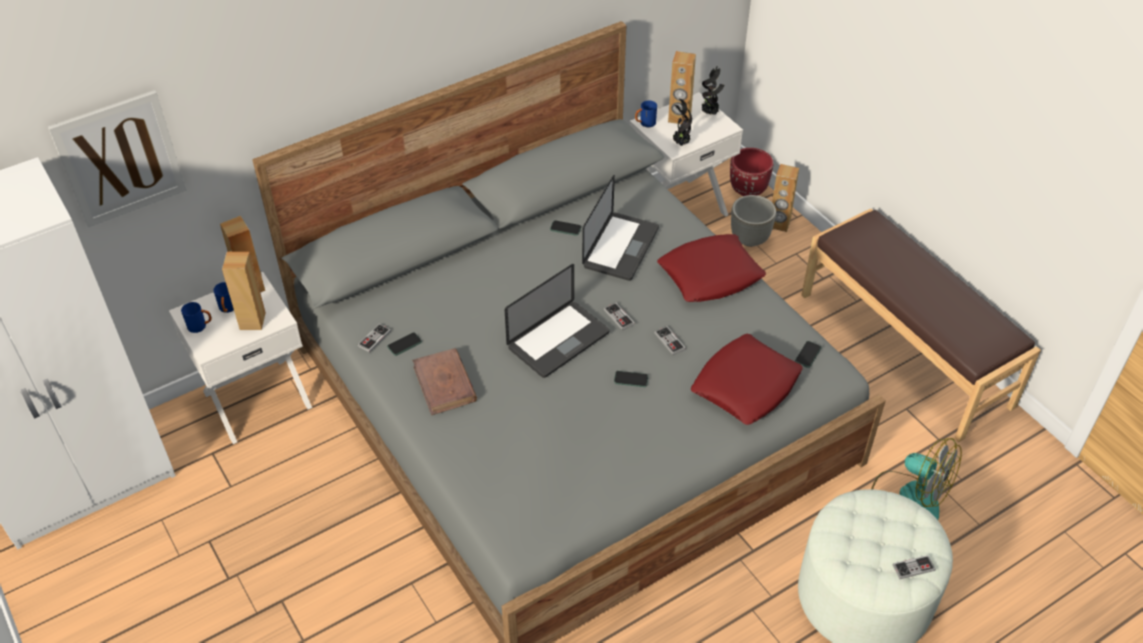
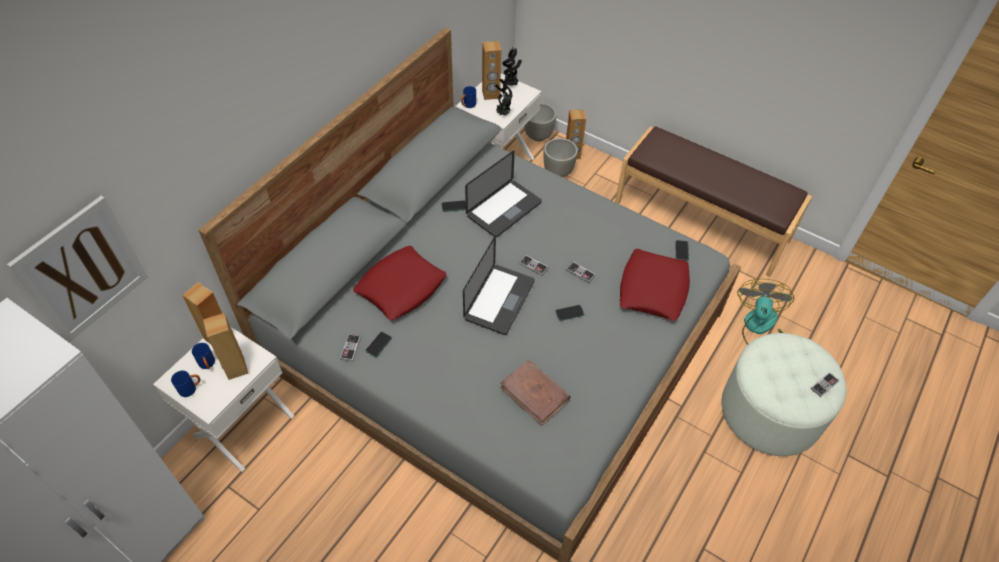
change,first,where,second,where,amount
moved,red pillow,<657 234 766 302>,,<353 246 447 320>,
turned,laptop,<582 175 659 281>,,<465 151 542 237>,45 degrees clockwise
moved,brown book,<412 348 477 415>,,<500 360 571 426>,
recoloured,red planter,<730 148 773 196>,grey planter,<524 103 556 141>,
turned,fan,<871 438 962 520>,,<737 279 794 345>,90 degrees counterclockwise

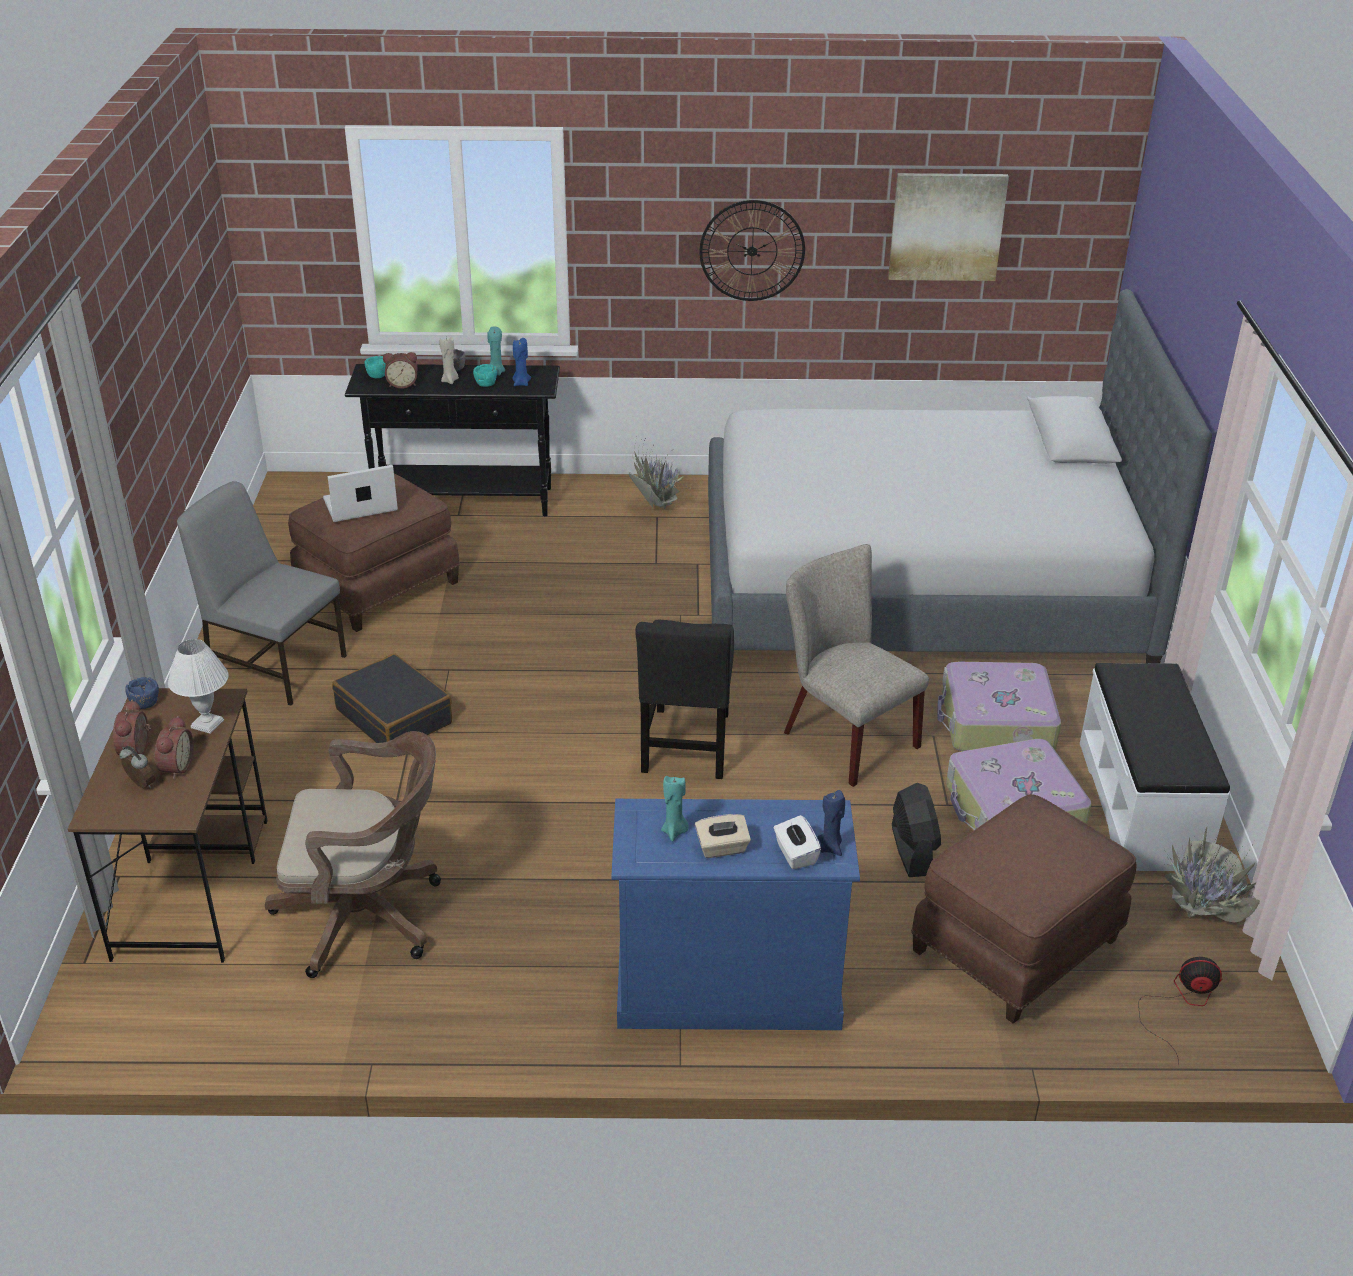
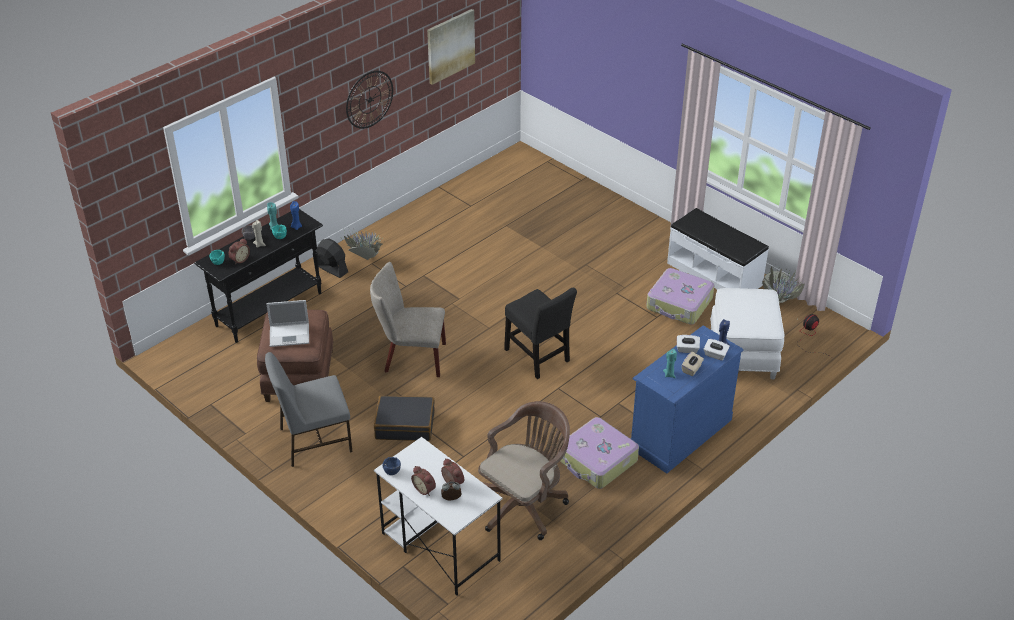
change,first,where,second,where,amount
turned,laptop,<323 465 398 522>,,<266 300 309 347>,120 degrees counterclockwise
moved,black fan,<892 783 941 877>,,<317 238 348 278>,
moved,beige chair,<784 544 929 787>,,<370 262 446 377>,
recoloured,brown desk,<68 688 268 963>,white desk,<374 437 503 596>,
moved,suitcase,<938 662 1061 751>,,<560 417 639 489>,
added,,,white tissue box,<677 335 700 353>,
recoloured,brown ottoman,<911 794 1137 1024>,white ottoman,<710 288 784 379>,
removed,white table lamp,<168 639 229 734>,,,
removed,bed,<708 289 1212 663>,,,

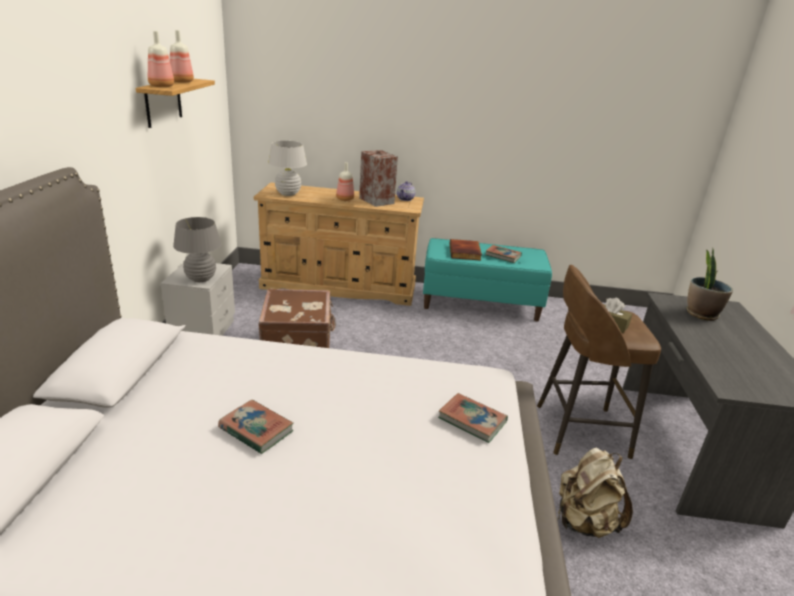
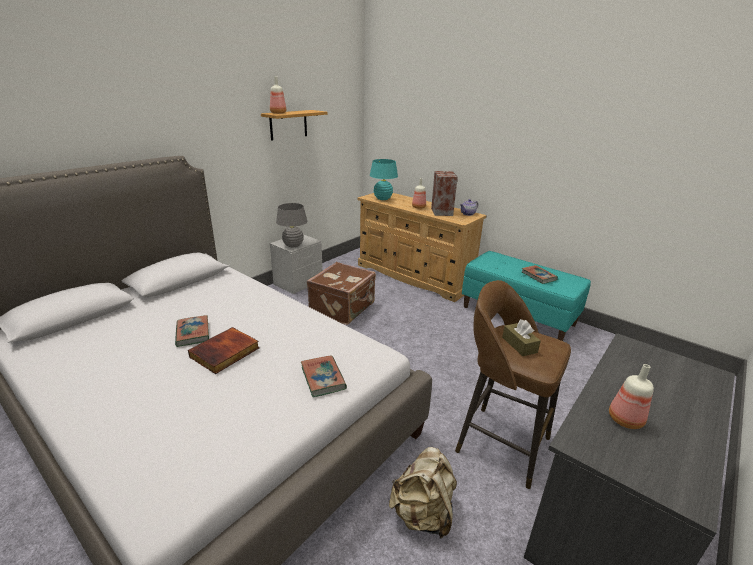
change,first,where,second,where,amount
moved,book,<449 239 482 261>,,<188 327 259 374>,
recoloured,white table lamp,<268 141 307 196>,turquoise table lamp,<370 159 398 200>,
moved,bottle,<170 30 194 83>,,<609 364 654 429>,
removed,potted plant,<687 248 733 321>,,,

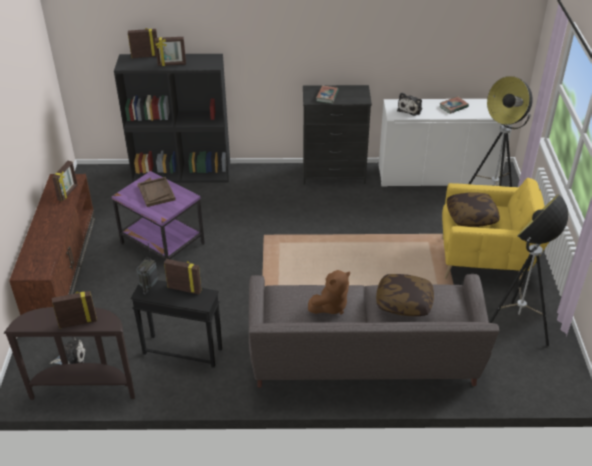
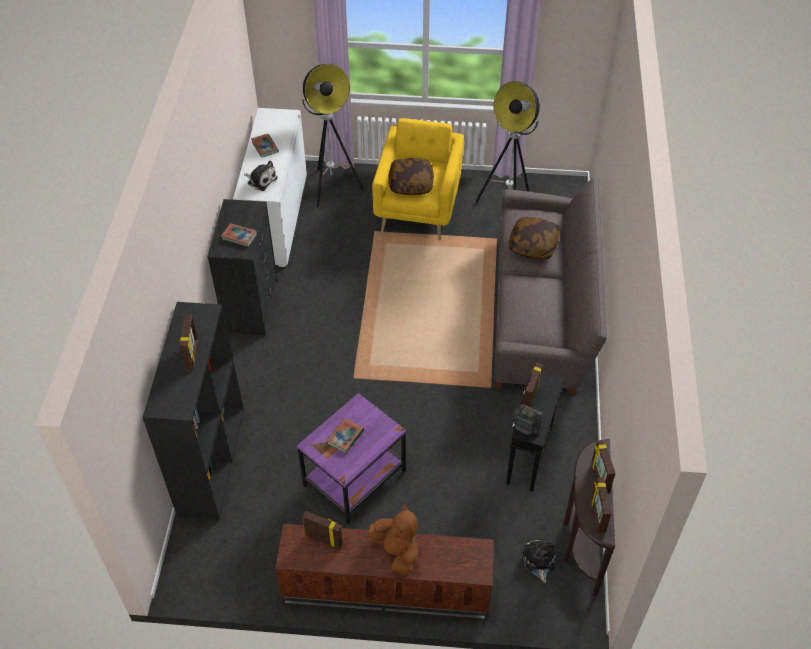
change,first,where,second,where,amount
replaced,brown tray,<138 177 176 207>,book,<327 418 364 453>,
moved,brown plush toy,<308 270 350 314>,,<368 505 418 575>,
moved,picture frame,<128 28 157 58>,,<591 478 612 534>,

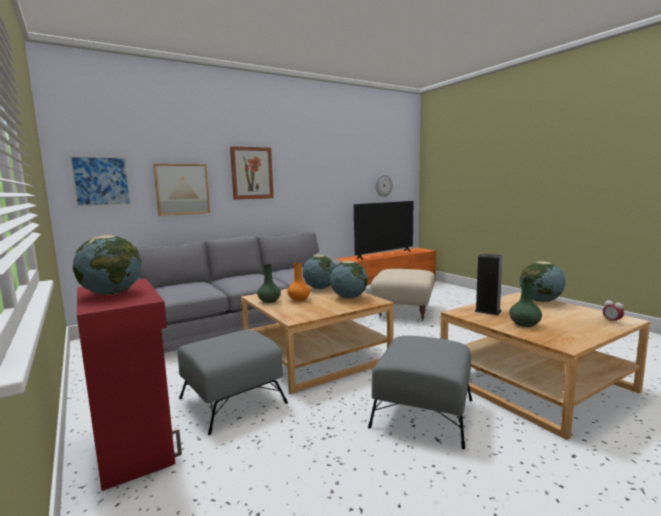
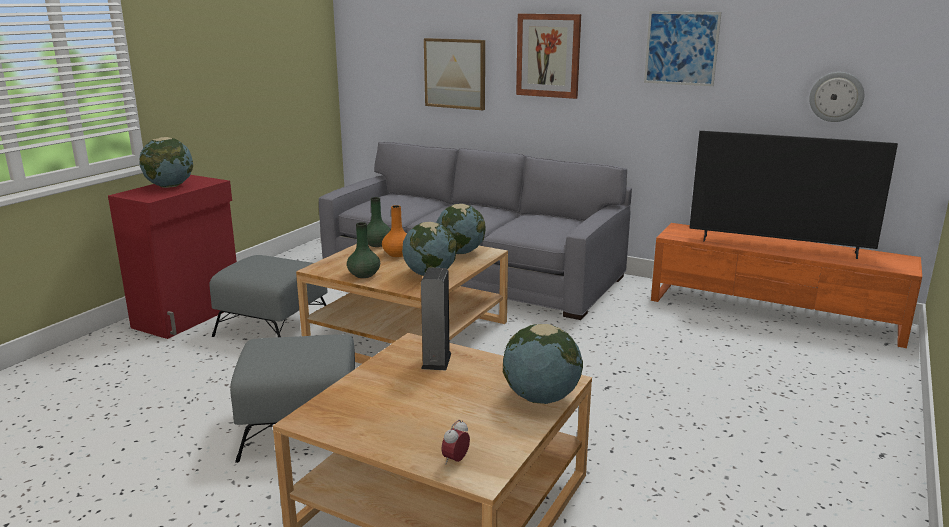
change,first,where,second,where,amount
moved,green vase,<509 277 542 327>,,<347 222 380 278>,
moved,picture,<69 156 131 207>,,<644 11 722 86>,
removed,beige ottoman,<370 269 435 321>,,,

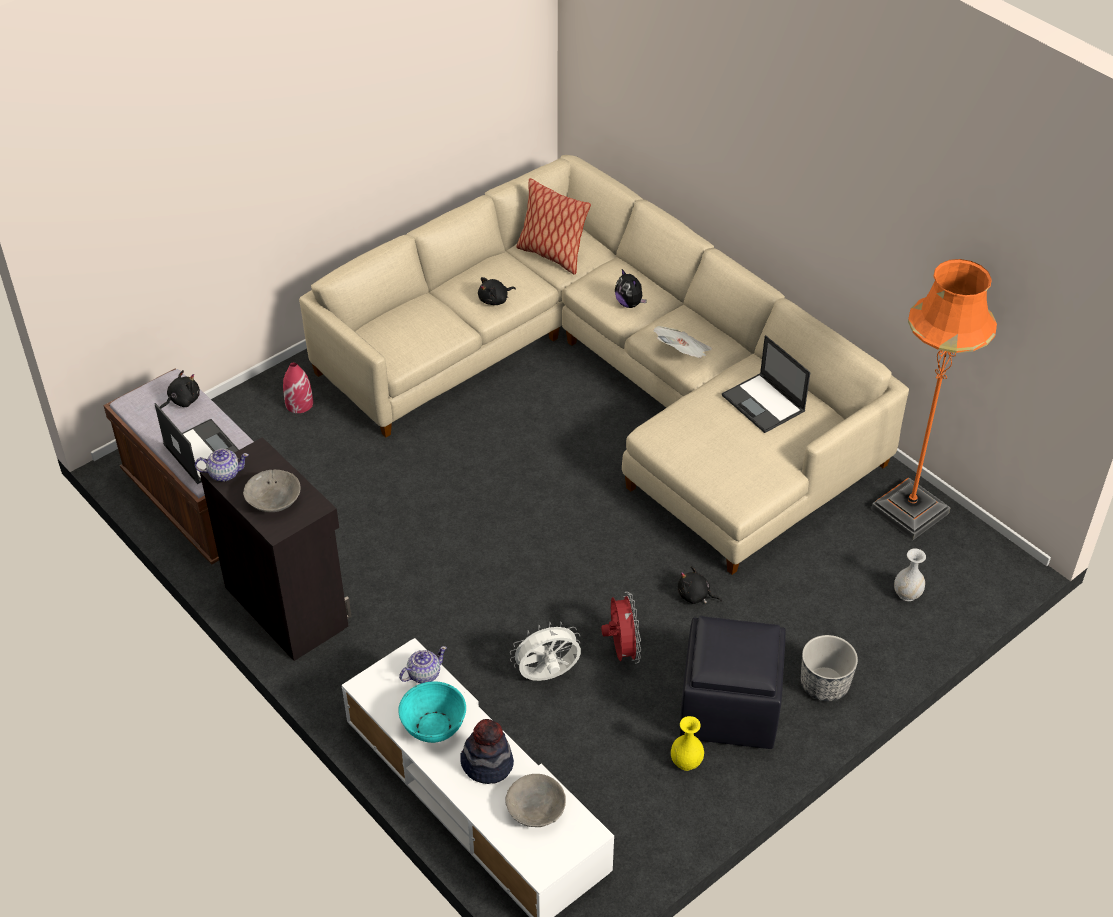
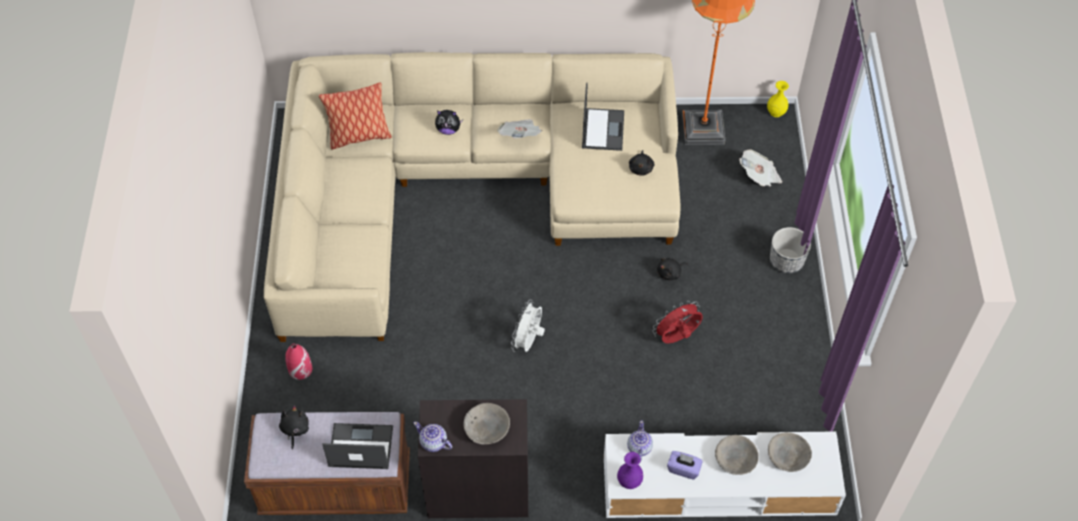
change,first,where,second,where,amount
turned,teapot,<195 449 249 482>,,<414 422 452 452>,90 degrees counterclockwise
moved,white fan,<510 621 581 681>,,<511 300 545 352>,
turned,laptop,<722 335 811 433>,,<582 82 624 151>,90 degrees counterclockwise
added,,,purple vase,<617 452 643 489>,
moved,black plush toy,<478 277 516 305>,,<629 150 654 176>,
turned,red fan,<601 592 641 664>,,<653 300 703 344>,60 degrees counterclockwise
replaced,turquoise bowl,<398 681 466 743>,purple tissue box,<667 451 703 480>,
replaced,hat,<460 719 514 784>,grey bowl,<715 435 759 475>,
replaced,white vase,<894 549 926 601>,newspaper,<739 149 782 187>,
moved,yellow vase,<671 716 704 771>,,<767 81 789 117>,
removed,black ottoman,<680 616 786 749>,,,

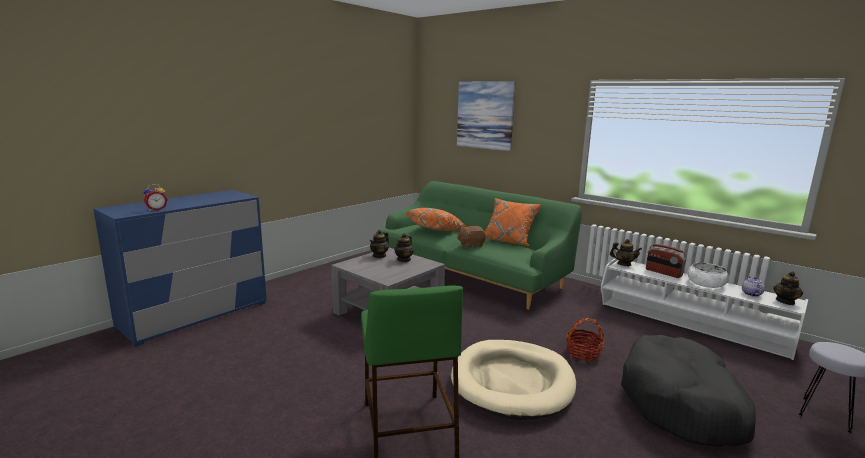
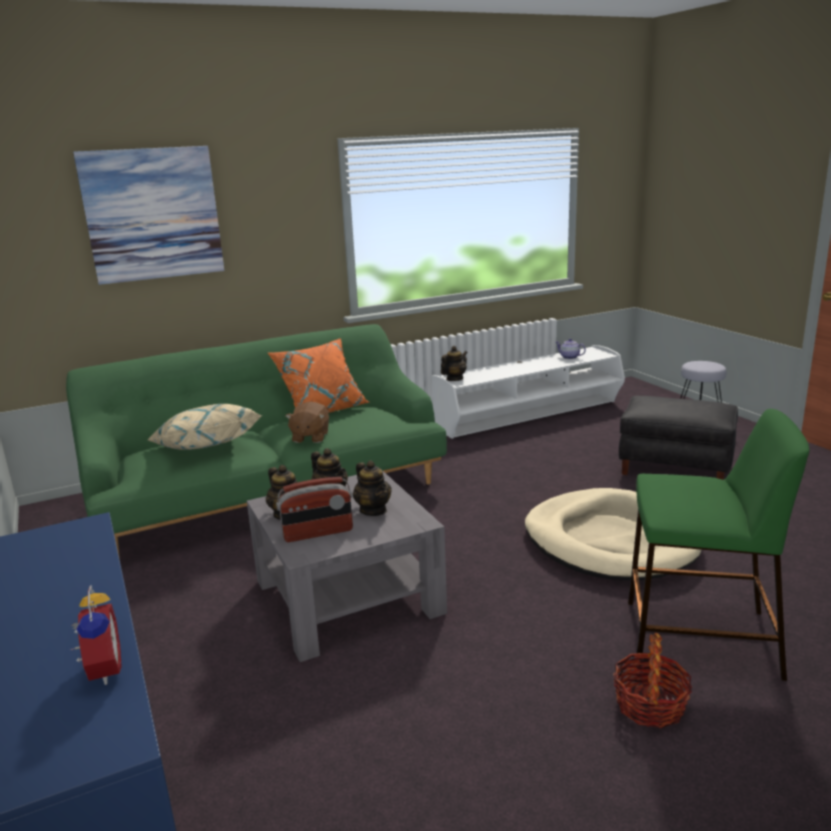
change,first,where,second,where,amount
recoloured,orange pillow,<406 208 467 231>,beige pillow,<148 404 262 450>,
moved,radio,<646 244 686 278>,,<276 477 353 542>,
moved,teapot,<773 271 803 305>,,<353 461 392 516>,
moved,basket,<566 318 604 361>,,<613 633 692 728>,
replaced,black dog bed,<621 335 756 447>,black ottoman,<619 396 738 480>,
removed,white bowl,<687 263 728 288>,,,

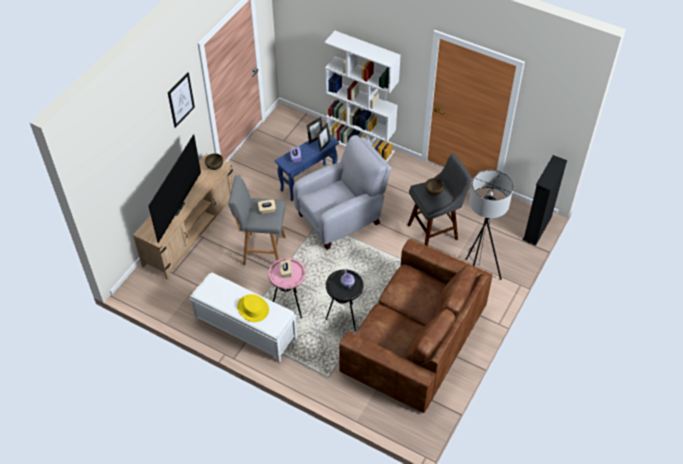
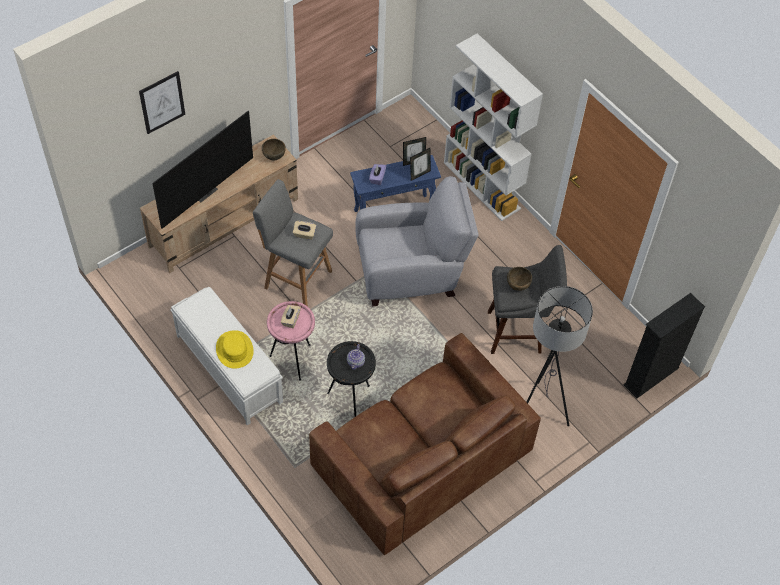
change,first,where,second,where,amount
moved,picture,<168 72 195 128>,,<139 71 185 134>,

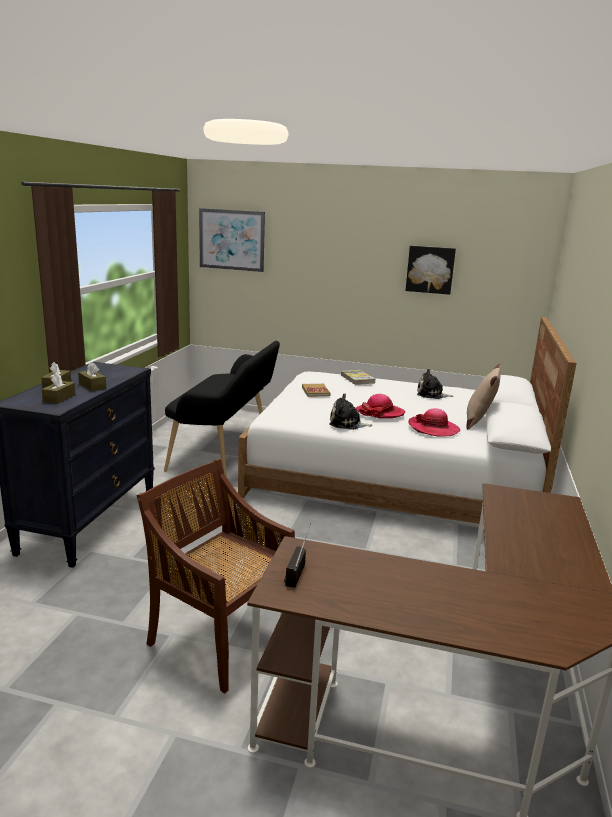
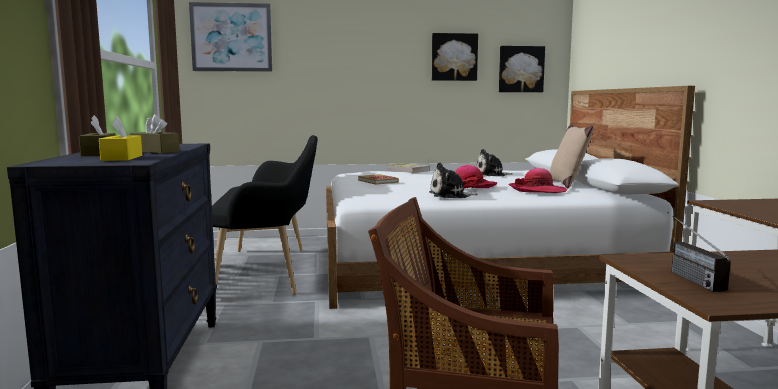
change,first,where,second,where,amount
recoloured,brown tissue box,<42 373 75 404>,yellow tissue box,<99 117 142 161>,
added,,,picture,<499 46 545 92>,

